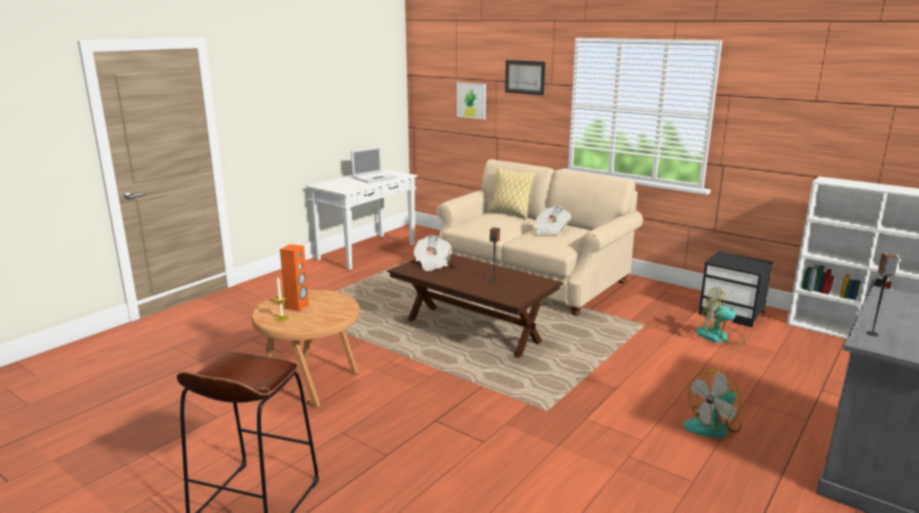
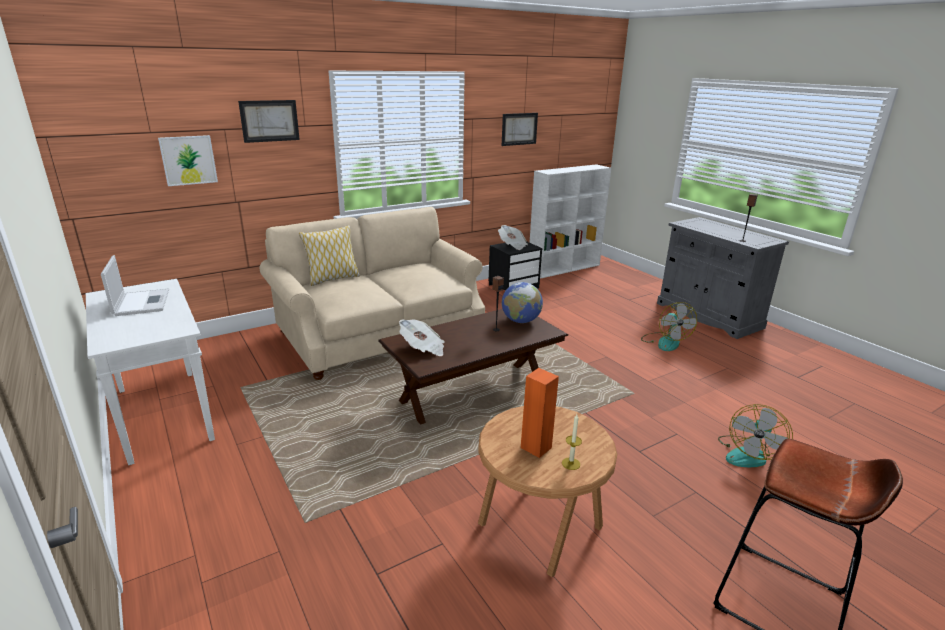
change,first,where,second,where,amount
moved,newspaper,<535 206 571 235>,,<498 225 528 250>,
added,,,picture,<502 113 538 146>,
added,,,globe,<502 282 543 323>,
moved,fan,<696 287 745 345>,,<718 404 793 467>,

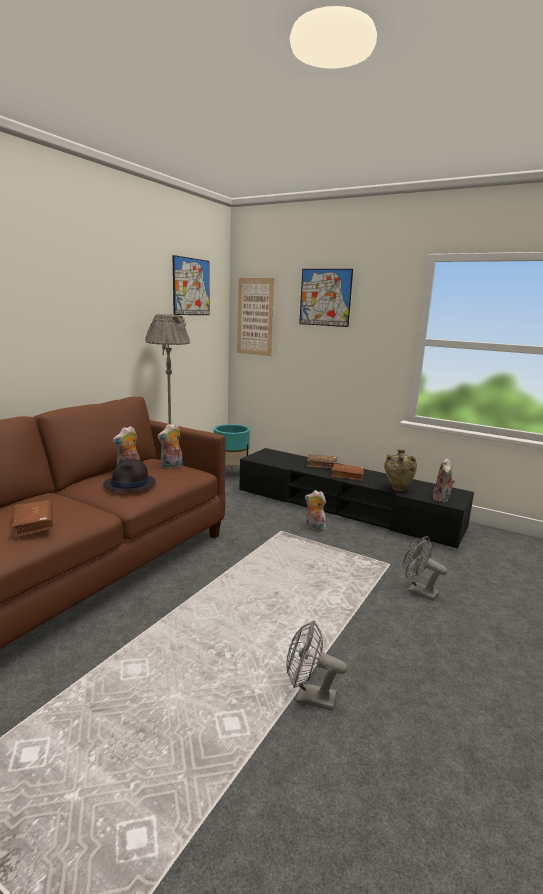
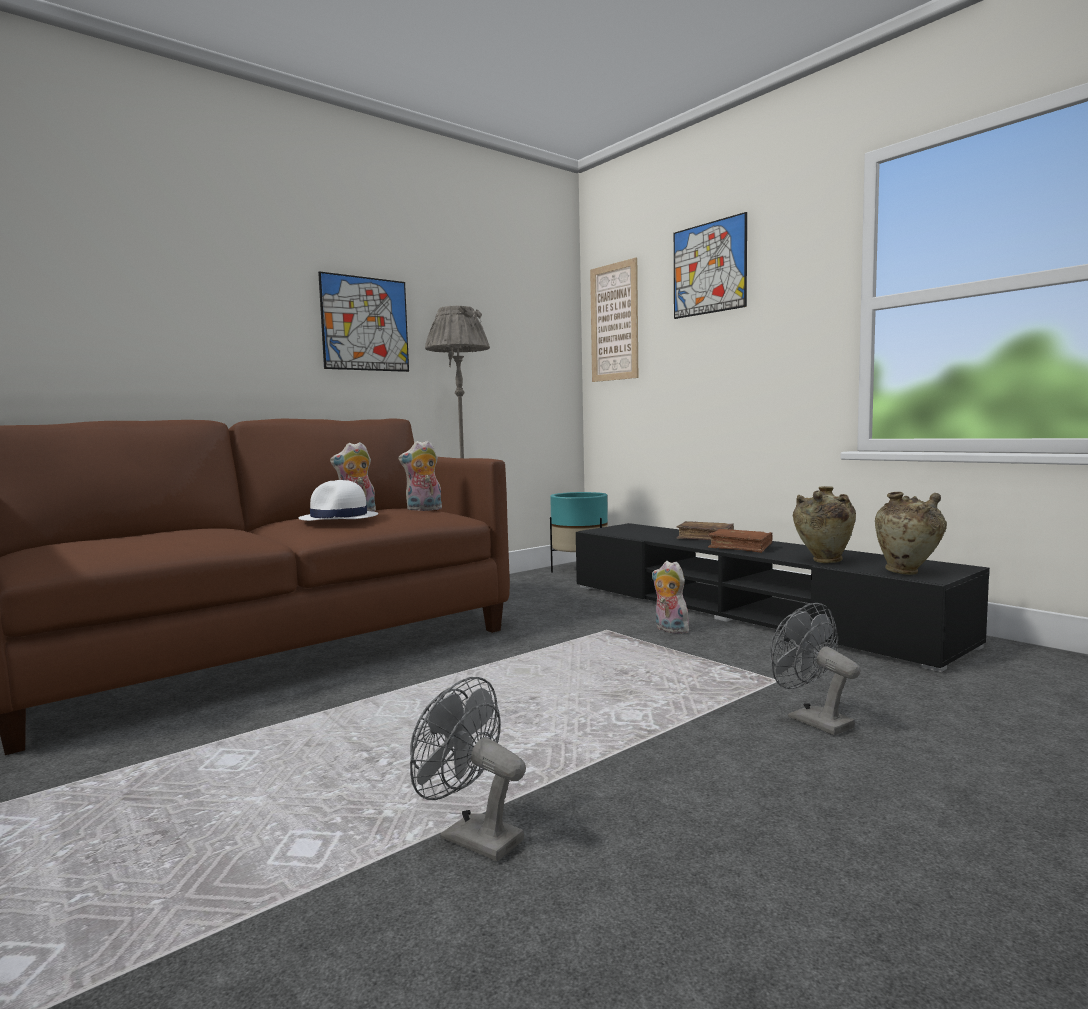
change,first,where,second,where,amount
recoloured,black hat,<103 459 156 492>,white hat,<299 480 378 521>,
moved,picture,<173 255 210 315>,,<318 271 409 372>,
replaced,plush toy,<433 458 455 502>,beige vase,<875 492 947 575>,
removed,brown book,<12 500 53 538>,,,

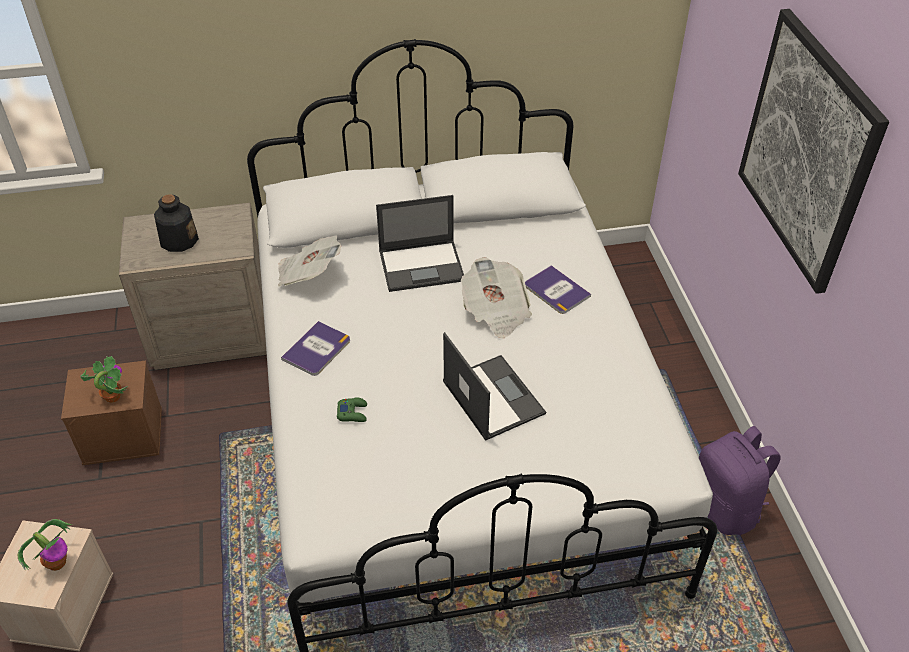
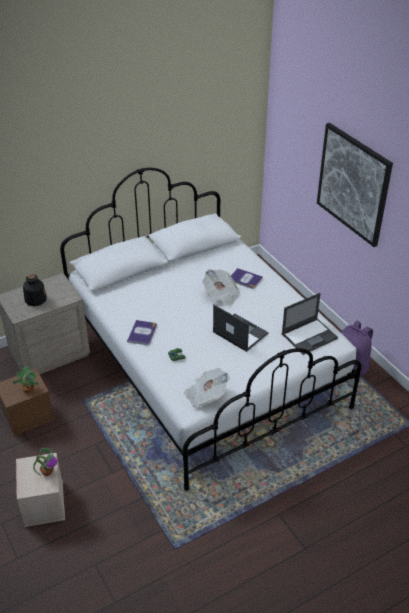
change,first,where,second,where,amount
moved,newspaper,<278 236 341 286>,,<184 368 230 408>,
moved,laptop,<376 195 464 292>,,<282 293 338 355>,

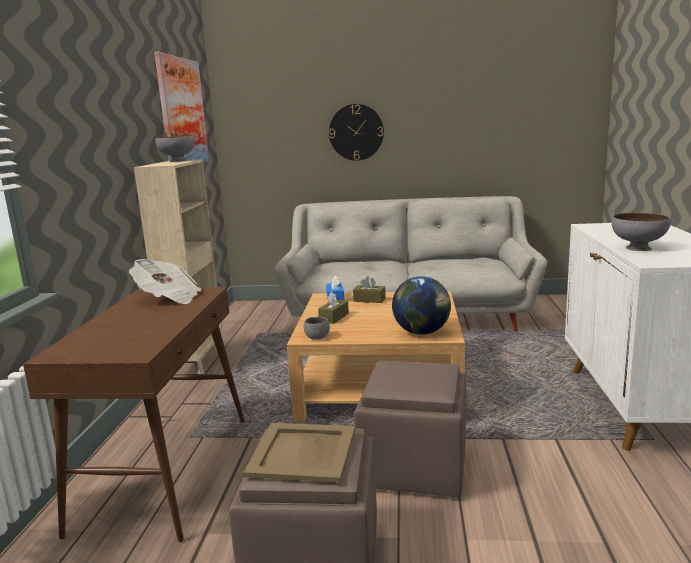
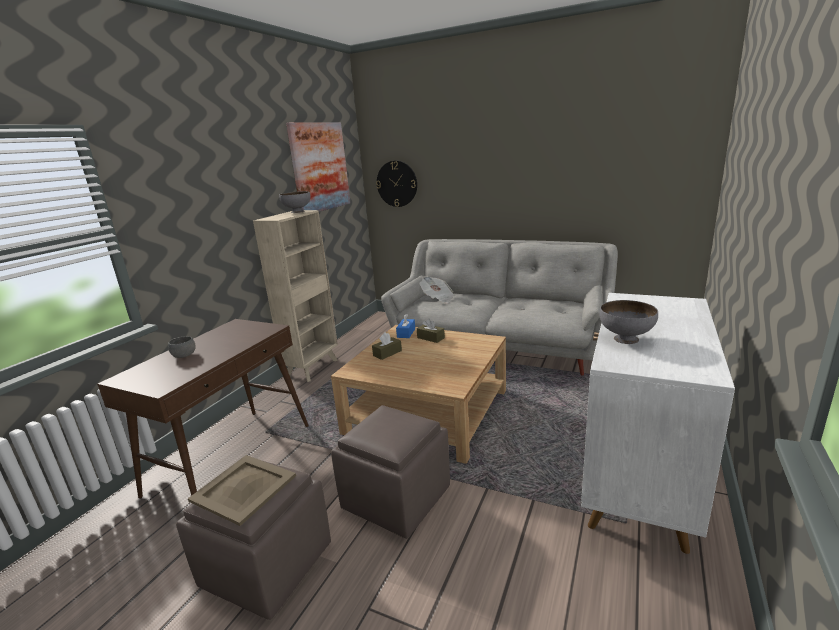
change,first,where,second,where,amount
moved,grey bowl,<304 317 330 340>,,<168 336 196 358>,
moved,wall clock,<329 104 384 161>,,<376 161 417 207>,
moved,newspaper,<129 259 201 304>,,<419 276 455 303>,
removed,globe,<392 276 451 335>,,,

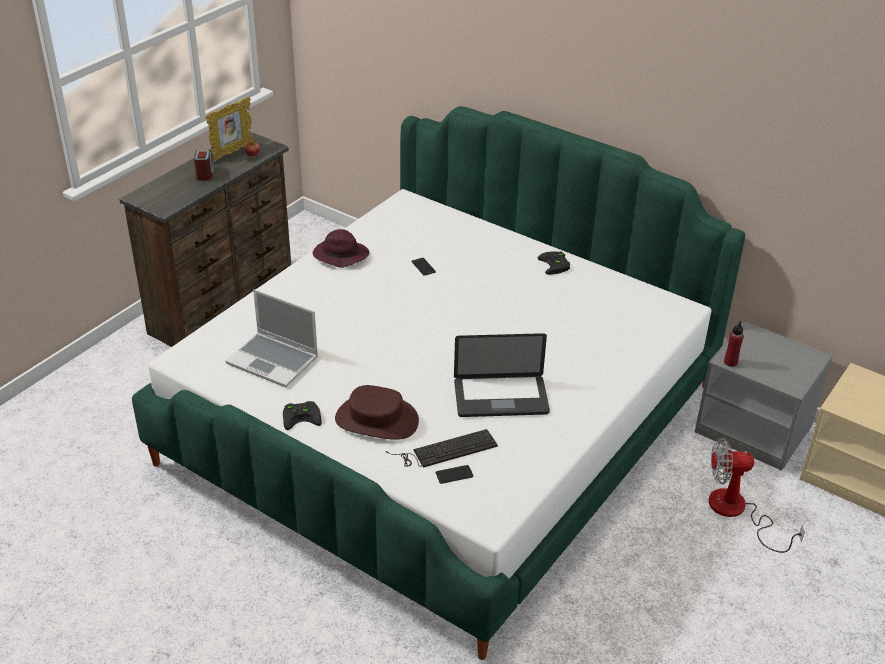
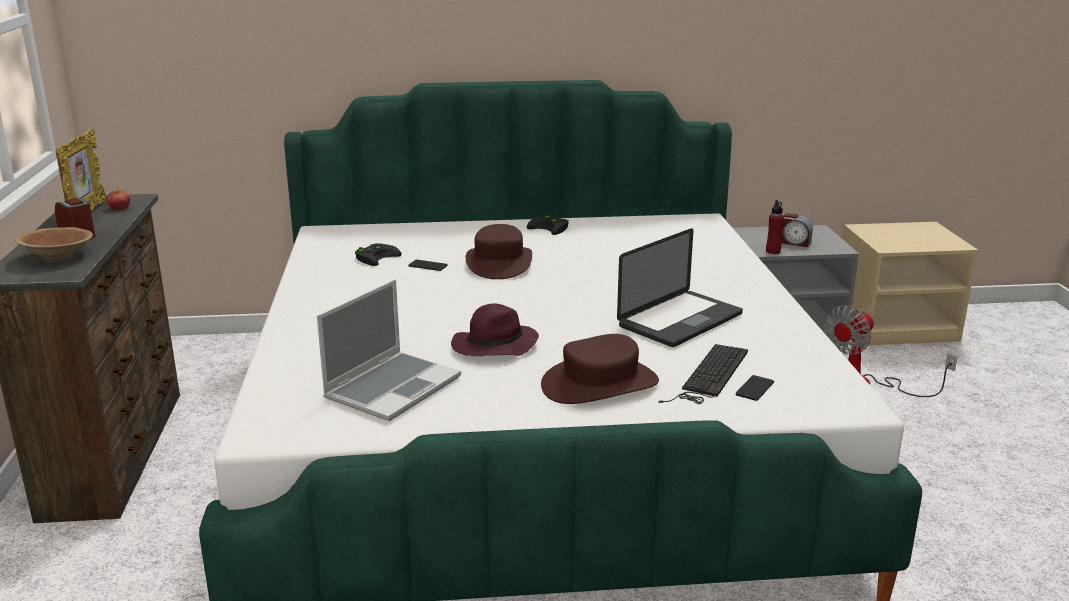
change,first,where,second,where,amount
added,,,brown bowl,<15 227 93 260>,
turned,laptop,<226 289 318 387>,,<317 280 461 421>,45 degrees counterclockwise
moved,black game controller,<283 401 322 430>,,<355 243 402 266>,
moved,purple hat,<313 229 369 268>,,<451 304 539 356>,
added,,,brown hat,<466 224 532 279>,
added,,,alarm clock,<781 213 813 247>,

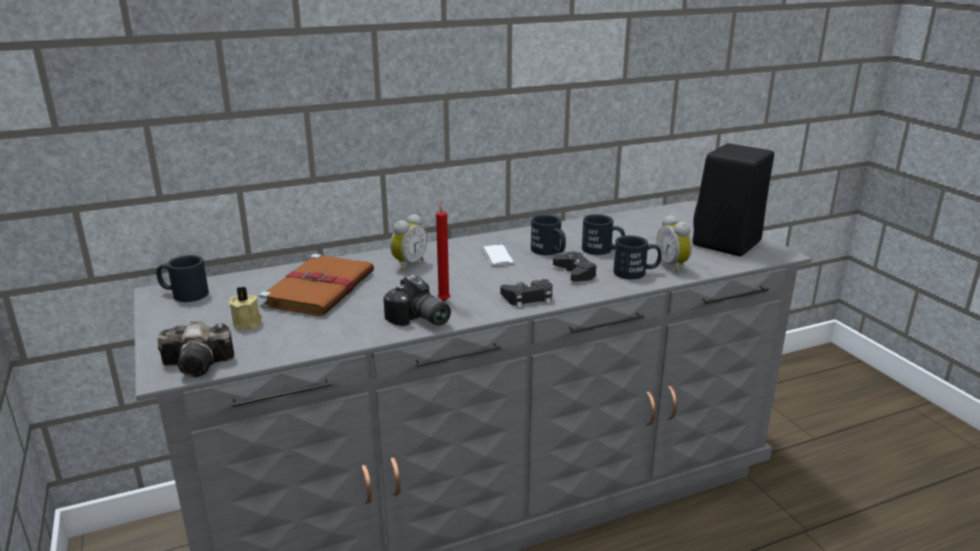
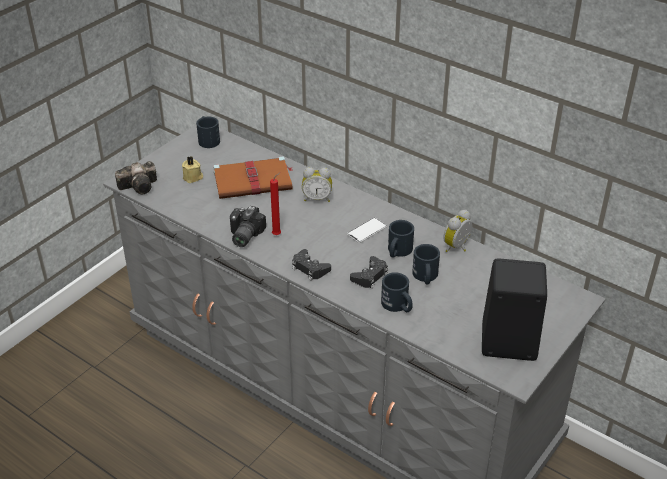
change,first,where,second,where,amount
turned,photo camera,<157 321 234 377>,,<115 161 157 194>,75 degrees counterclockwise
moved,alarm clock,<657 215 692 273>,,<443 210 472 252>,

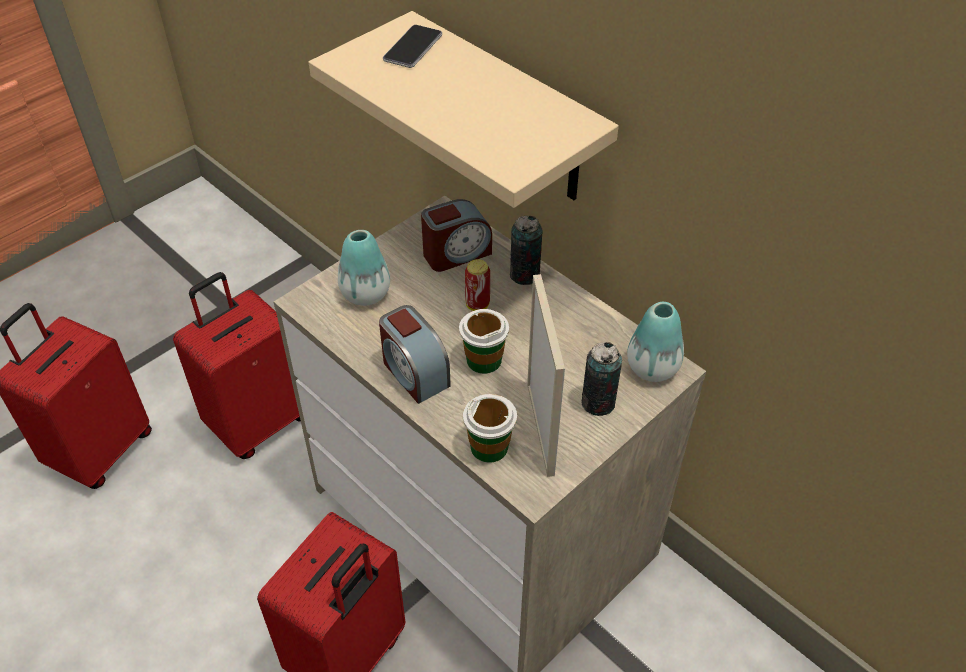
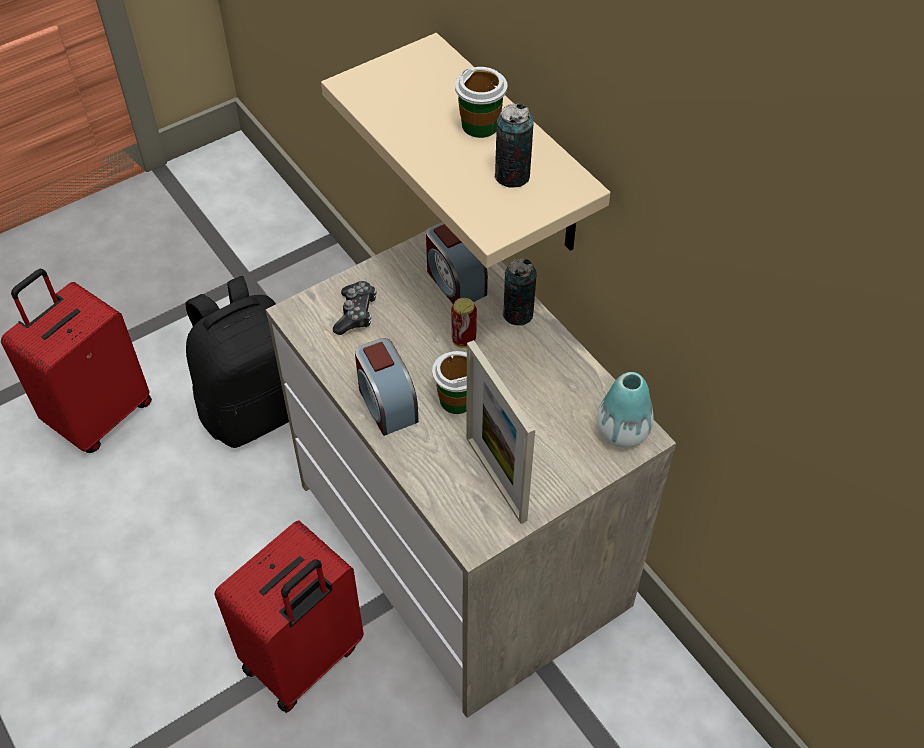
change,first,where,second,where,amount
replaced,red suitcase,<173 272 301 459>,black backpack,<185 276 289 448>,
replaced,vase,<338 230 390 306>,game controller,<333 281 376 335>,
turned,alarm clock,<421 199 492 272>,,<426 222 488 304>,75 degrees clockwise
moved,cup,<463 394 517 463>,,<455 67 507 138>,
turned,picture frame,<527 274 565 477>,,<466 340 535 524>,150 degrees clockwise
moved,can,<582 342 622 416>,,<495 104 534 188>,
removed,phone,<383 25 442 68>,,,

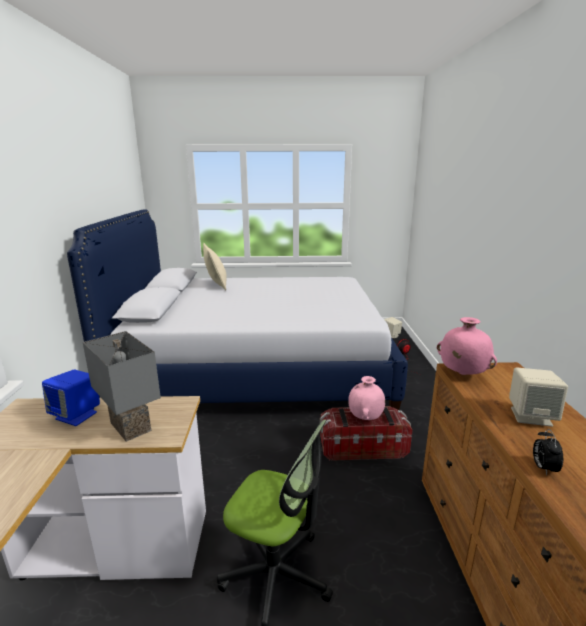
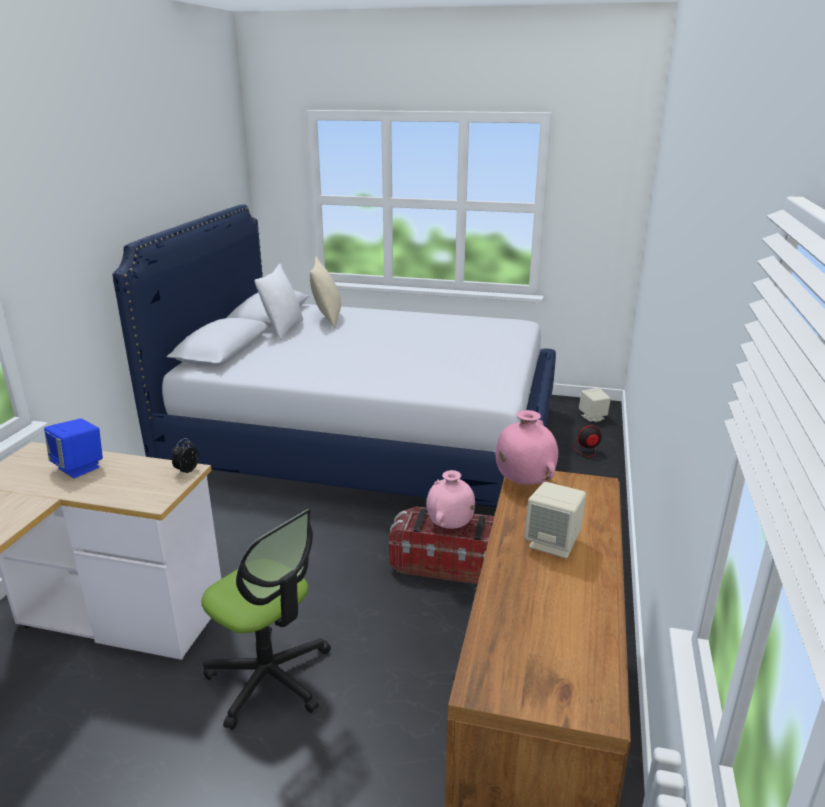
change,first,where,second,where,amount
moved,alarm clock,<533 429 563 476>,,<172 438 199 475>,
added,,,white pillow,<255 264 303 340>,
removed,grey table lamp,<83 331 161 442>,,,

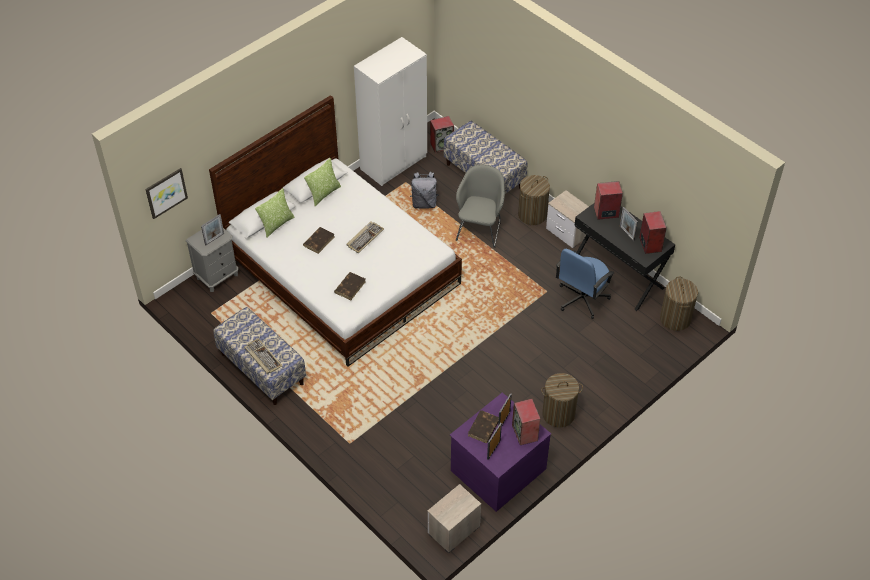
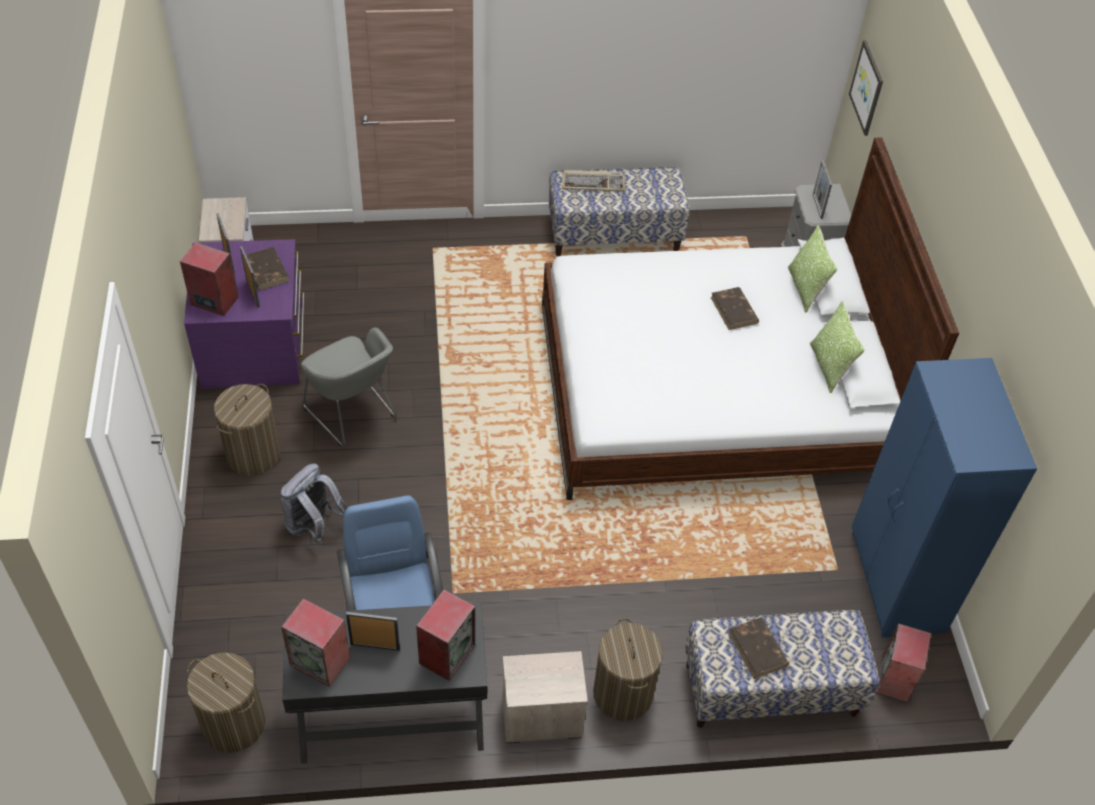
change,first,where,second,where,amount
moved,grey backpack,<410 172 438 209>,,<280 464 347 544>,
moved,grey armchair,<456 164 505 247>,,<301 327 397 447>,
moved,brown book,<334 272 366 300>,,<728 617 789 679>,
recoloured,white wardrobe,<354 37 427 186>,blue wardrobe,<851 358 1037 637>,
removed,keyboard,<346 221 384 253>,,,

